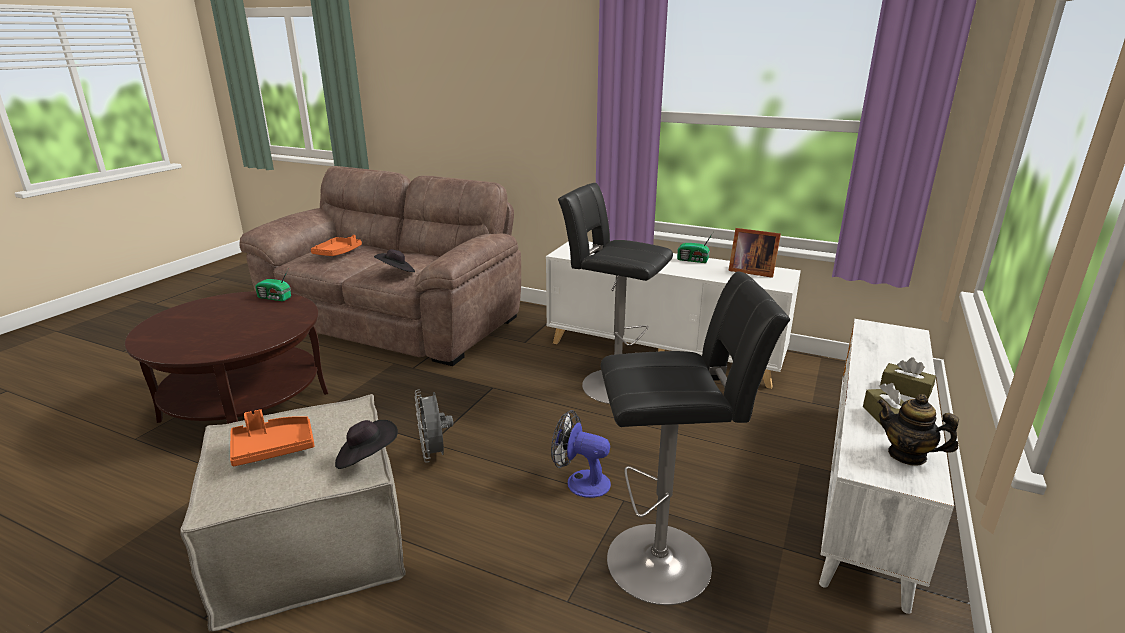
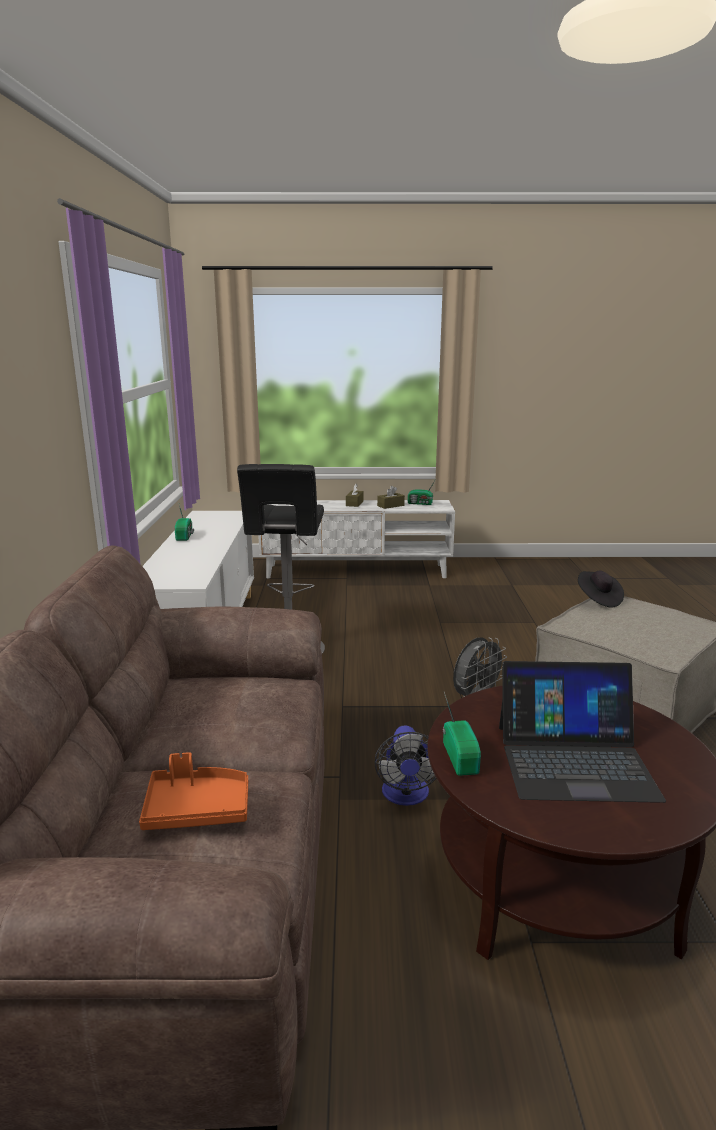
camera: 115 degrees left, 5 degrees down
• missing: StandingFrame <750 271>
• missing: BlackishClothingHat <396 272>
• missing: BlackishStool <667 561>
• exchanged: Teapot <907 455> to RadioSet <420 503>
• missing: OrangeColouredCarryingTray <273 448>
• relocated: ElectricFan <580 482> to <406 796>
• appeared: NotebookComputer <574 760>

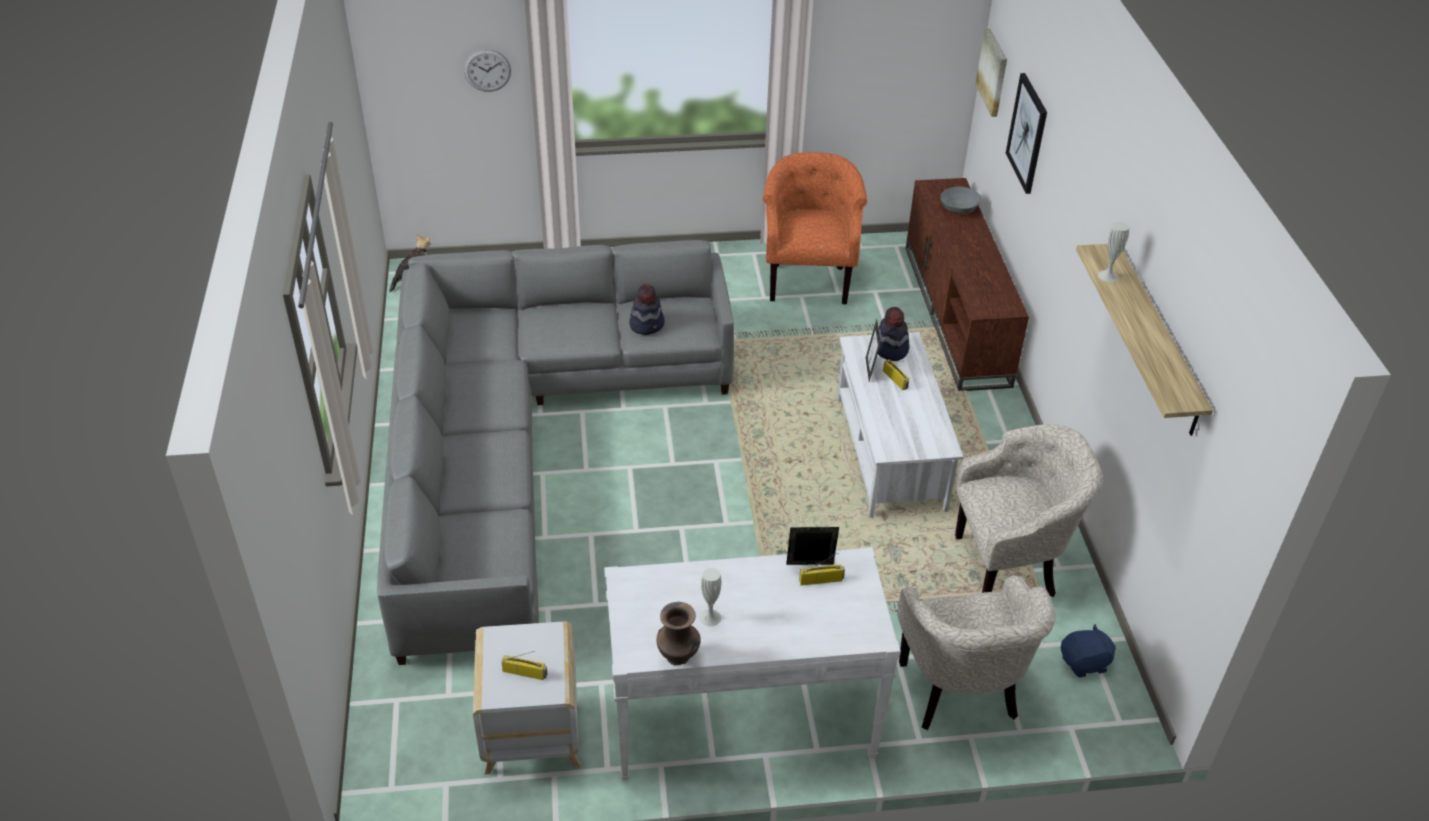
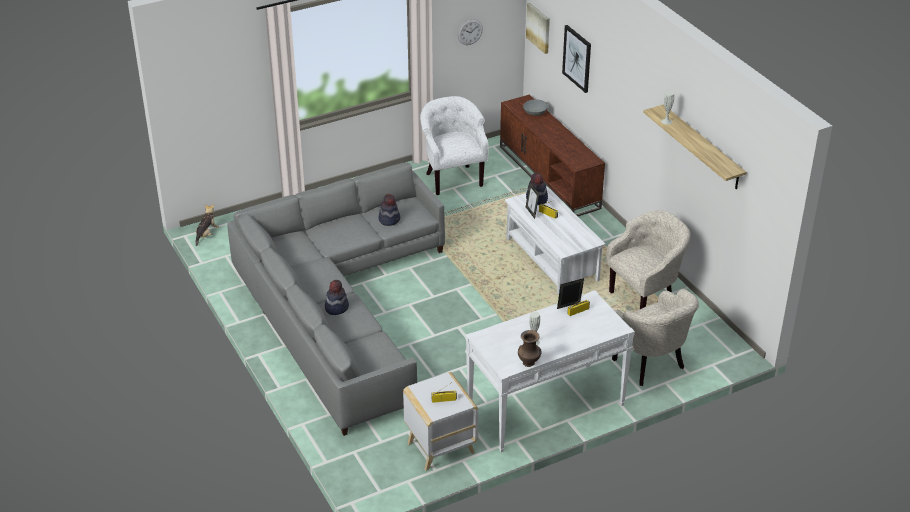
camera: 20 degrees left, 5 degrees down
• relocated: ClockOnTheWall <487 70> to <470 32>
• colour: OrangeColouredArmchair <808 280> to WhiteColouredArmchair <452 178>
• missing: BluePlushToy <1084 663>
• appeared: ClothingHat <336 307>

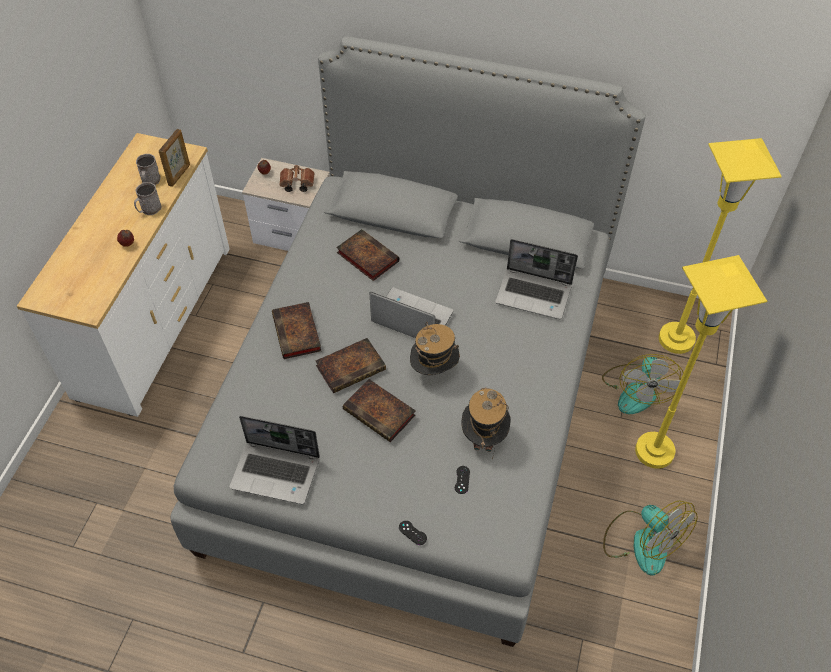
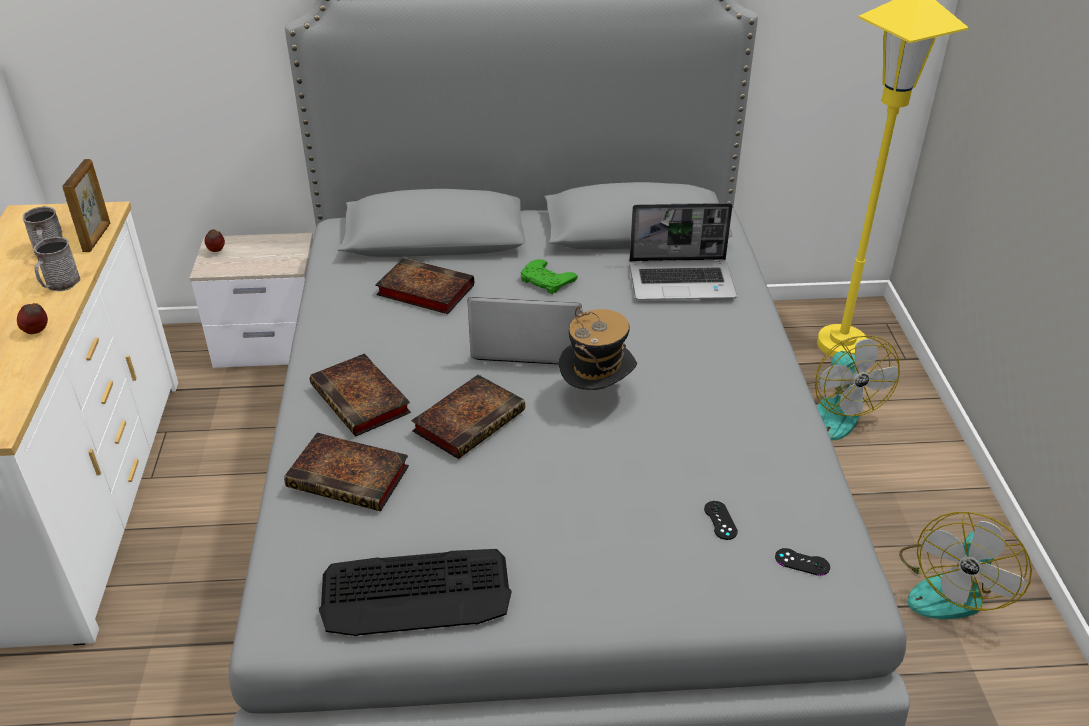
camera: 20 degrees left, 15 degrees down
• missing: BrownishBinoculars <296 184>
• missing: YellowColouredStandingLamp <654 451>
• relocated: Book <381 413> to <351 477>
• missing: ClothingHat <484 437>
• exchanged: NotebookComputer <277 472> to PcKeyboard <416 593>
• spun: ElectricFan <642 541> = <951 587> 90 degrees clockwise
• relocated: BlackishJoypad <412 533> to <802 562>
• appeared: GreenColouredJoypad <545 281>

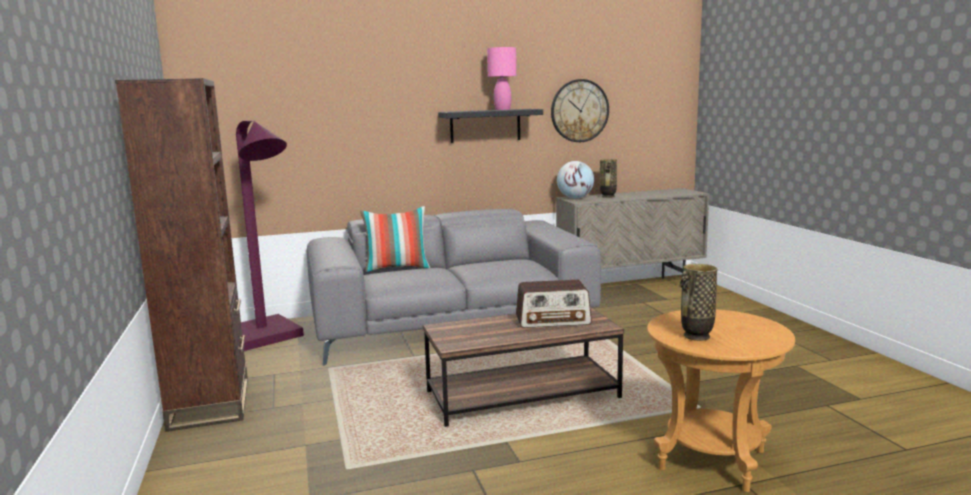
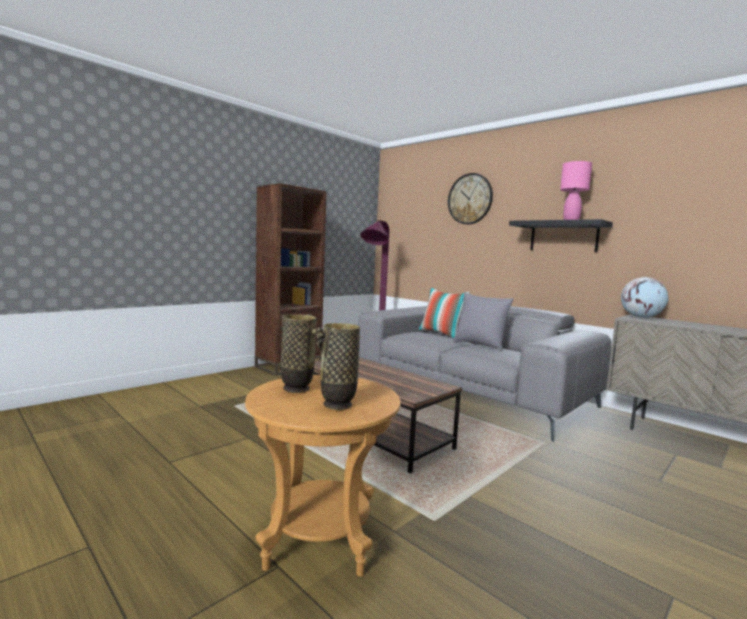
camera: 60 degrees right, 5 degrees down
• relocated: ClockOnTheWall <579 111> to <470 199>
• relocated: FlowerVase <608 197> to <337 405>
• missing: RadioSet <553 320>
• appeared: GreyishPillow <480 345>

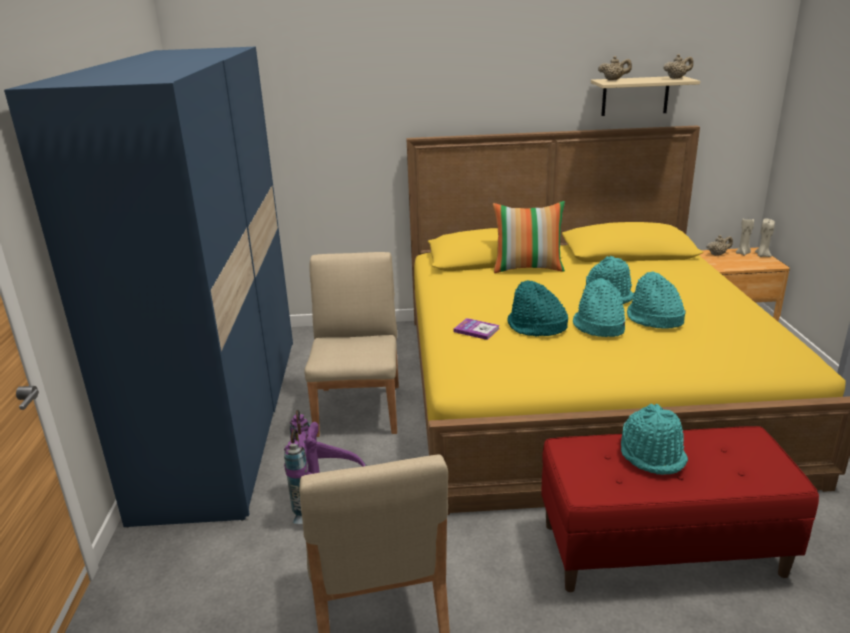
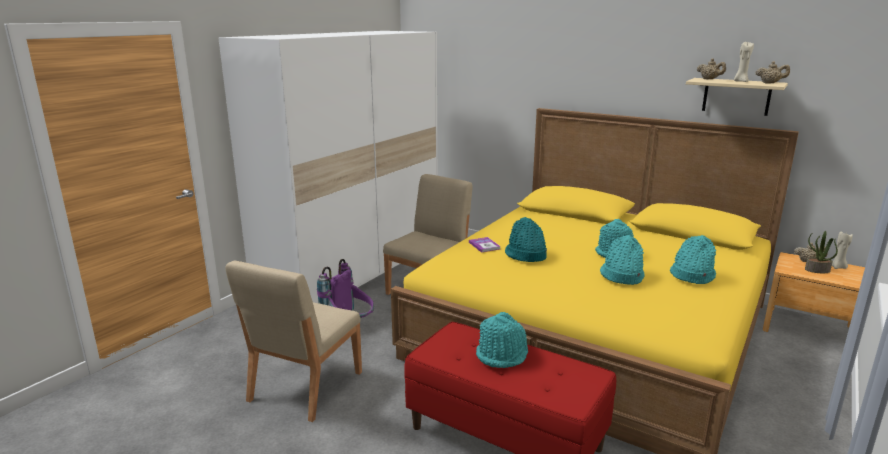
camera: 35 degrees right, 5 degrees down
• colour: BlueClothesCupboard <225 418> to WhiteColouredClothesCupboard <354 269>
• missing: Pillow <528 268>
• relocated: SandColouredWaxLight <762 255> to <740 81>
• relocated: TurquoiseClothingHat <598 326> to <691 275>
• appeared: PottedPlant <817 270>

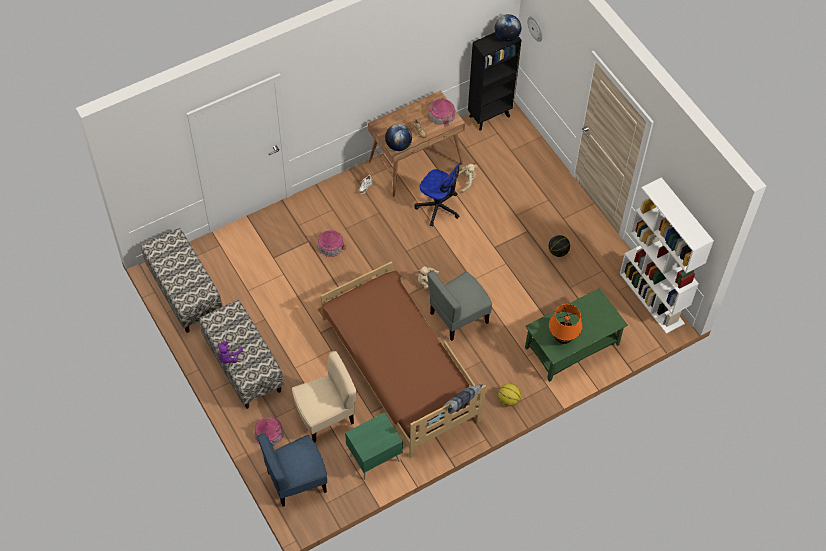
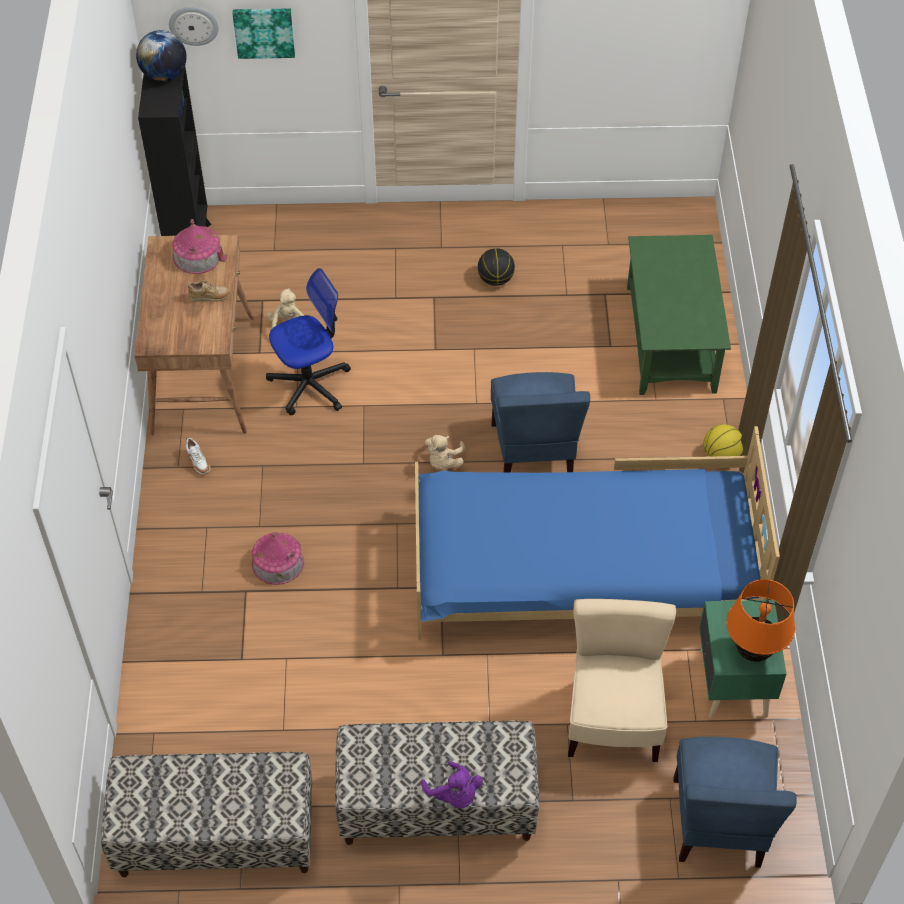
camera: 60 degrees left, 5 degrees down
• missing: Globe <398 145>
• missing: WhiteColouredBookcase <652 298>
• colour: BrownishBedroomBed <399 368> to BlueBedroomBed <581 573>
• colour: GreyishUprightChair <458 317> to BlueUprightChair <534 452>
• relocated: OrangeColouredLampForATable <562 338> to <753 652>
• missing: Pillow <459 408>
• missing: ToyHouse <269 433>
• appeared: WallPicture <264 31>

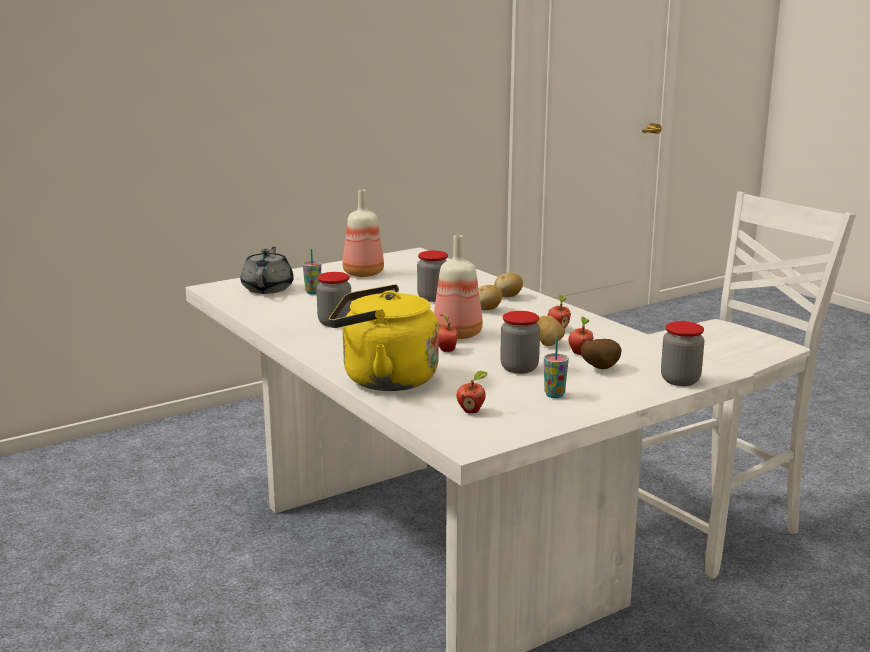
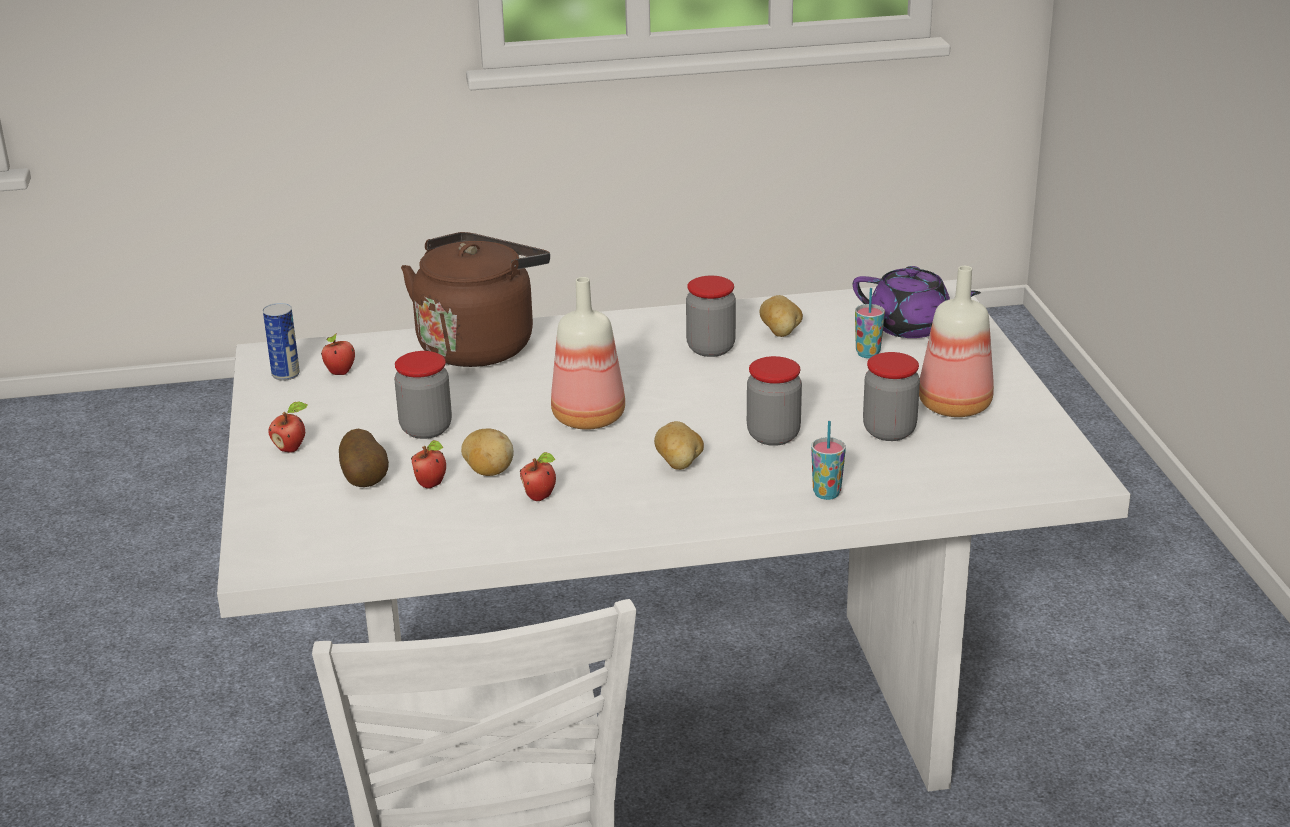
camera: 115 degrees right, 10 degrees up
• colour: GreyishTeapot <268 288> to PurplishTeapot <911 327>
• relocated: Potato <507 296> to <780 333>
• colour: YellowColouredTeaKettle <383 379> to BrownishTeaKettle <479 345>
• relocated: WholeApple <446 350> to <291 449>
• relocated: PreserveJar <680 380> to <889 431>
• relocated: SmallCup <554 395> to <826 494>
• appeared: Can <285 374>

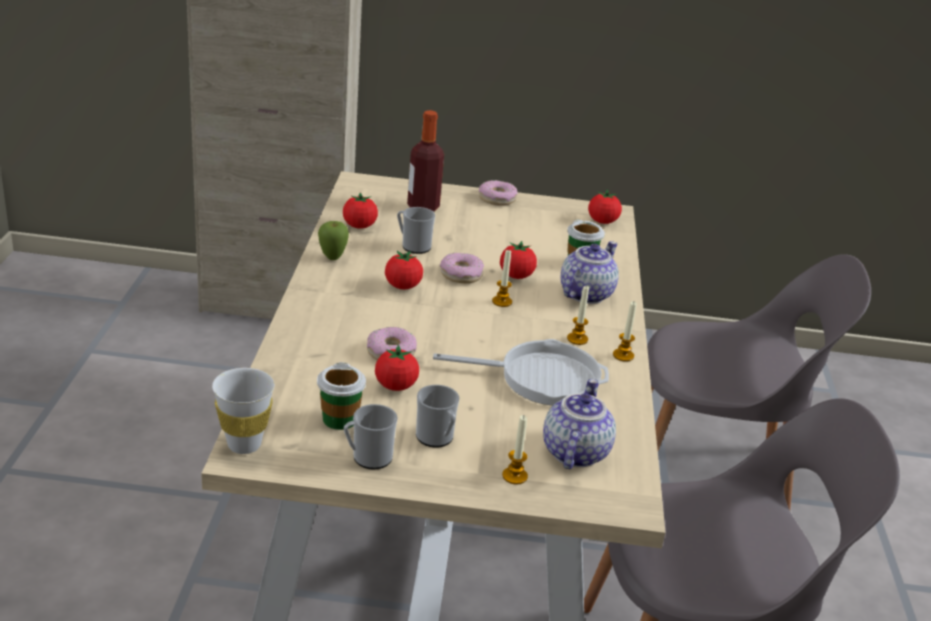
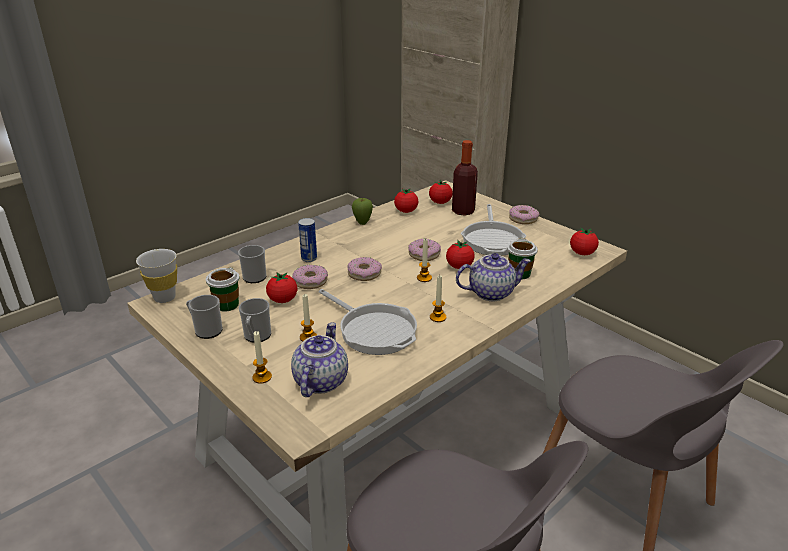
camera: 45 degrees right, 0 degrees up
• relocated: TeaMug <413 246> to <253 276>
• relocated: WholeTomato <402 286> to <440 202>
• relocated: WaxLight <623 355> to <308 337>
• spun: Teapot <573 452> = <319 381> 45 degrees counterclockwise
• appeared: Pan <492 240>
• appeared: Can <309 258>
• appeared: Donut <364 274>

